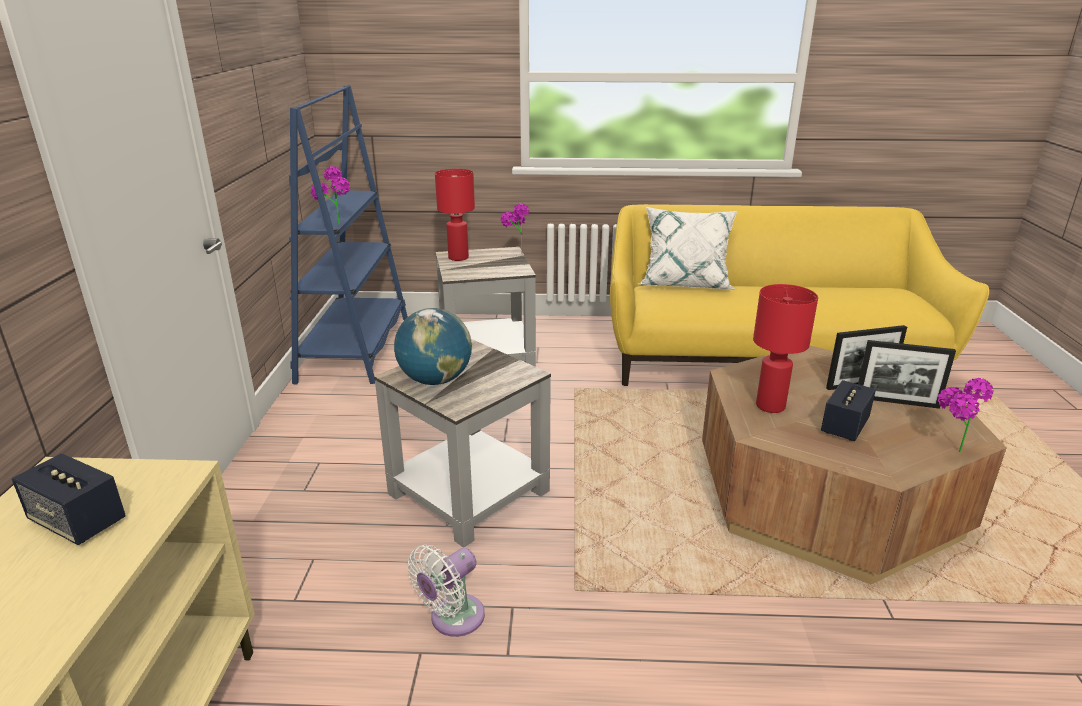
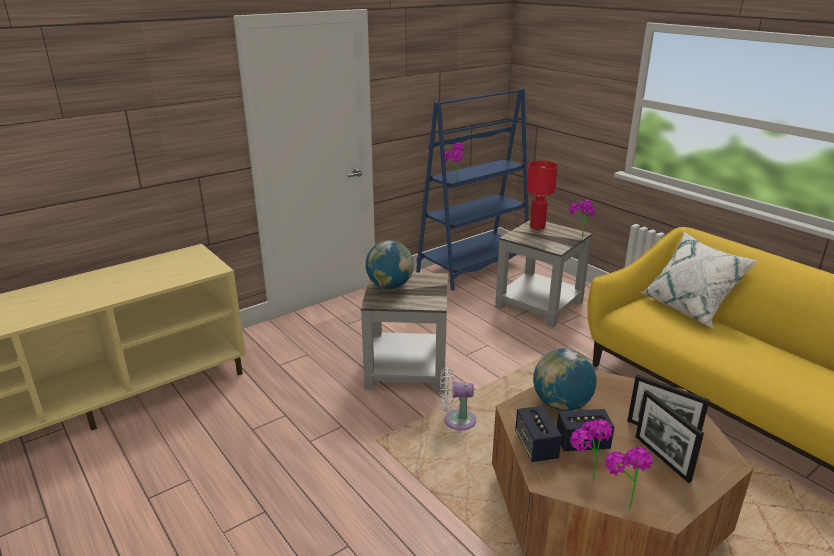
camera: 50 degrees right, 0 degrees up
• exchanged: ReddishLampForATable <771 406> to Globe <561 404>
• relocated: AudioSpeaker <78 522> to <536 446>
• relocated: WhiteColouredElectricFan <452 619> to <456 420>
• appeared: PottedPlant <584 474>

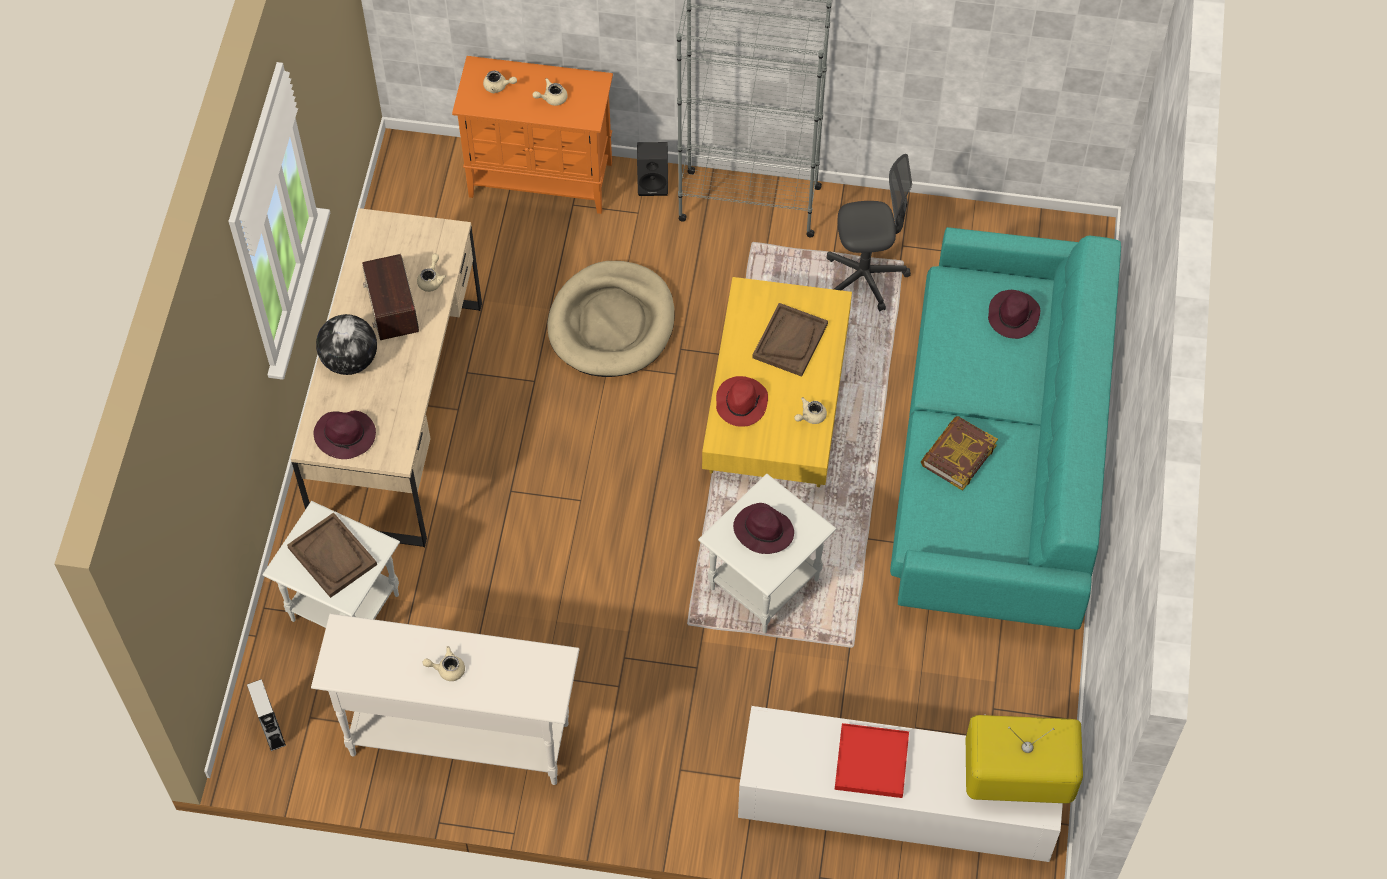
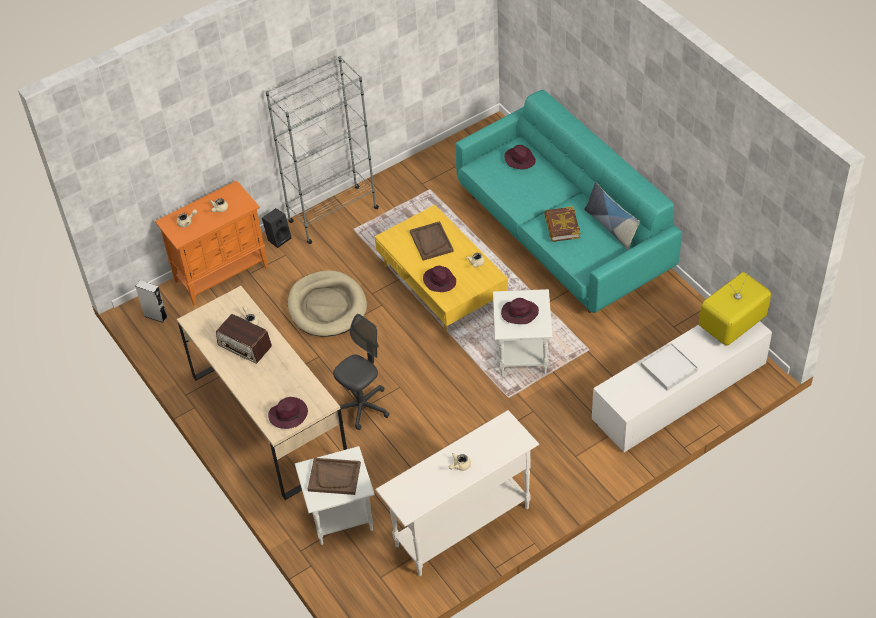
camera: 40 degrees left, 10 degrees down
• relocated: GreyishComputerChair <865 277> to <362 407>
• missing: Globe <350 360>
• colour: ReddishClothingHat <741 402> to PurplishClothingHat <439 281>
• relocated: GreyishAudioSpeaker <272 731> to <155 316>
• colour: ReddishCarryingTray <871 762> to WhiteColouredCarryingTray <668 368>
• appeared: Pillow <611 227>

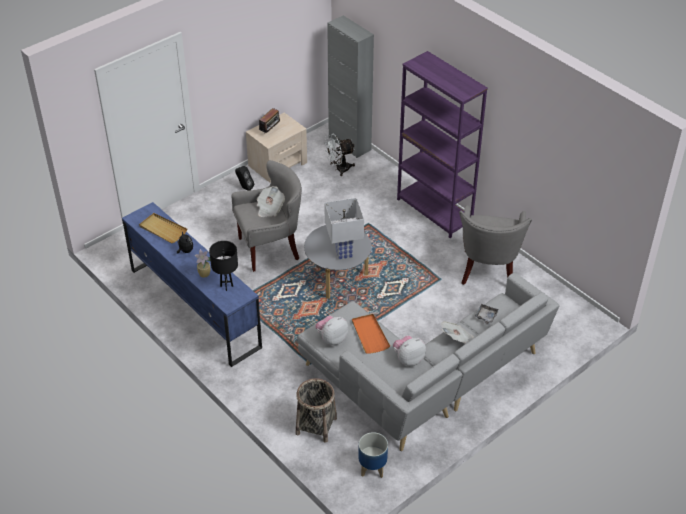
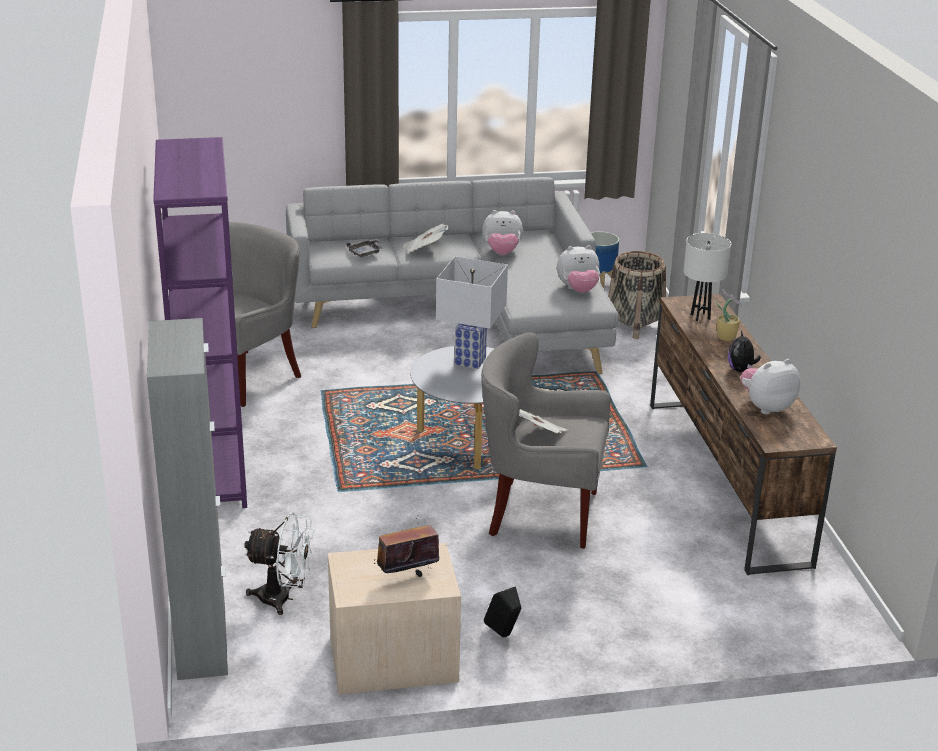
camera: 150 degrees left, 15 degrees down
• colour: BlueMediaConsole <194 307> to BrownishMediaConsole <725 480>
• exchanged: SandColouredCarryingTray <162 229> to PlushToy <766 407>
• colour: BlackishLampForATable <226 286> to WhiteColouredLampForATable <700 317>
• missing: OrangeColouredCarryingTray <369 335>

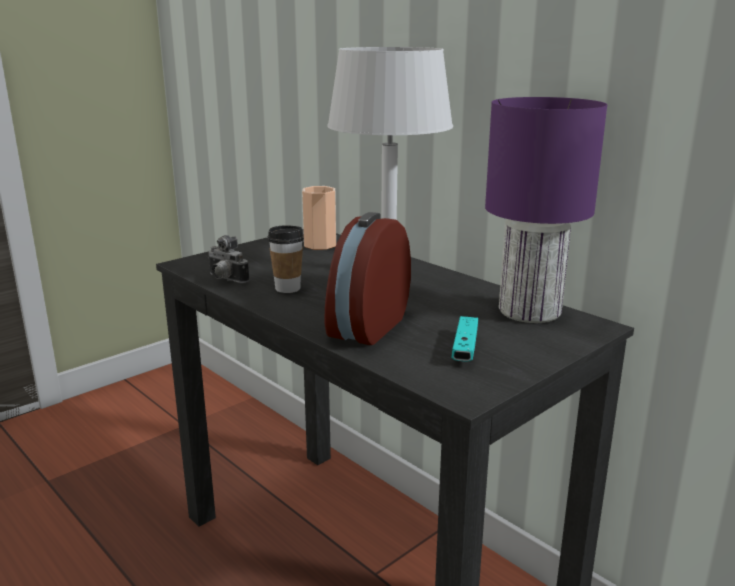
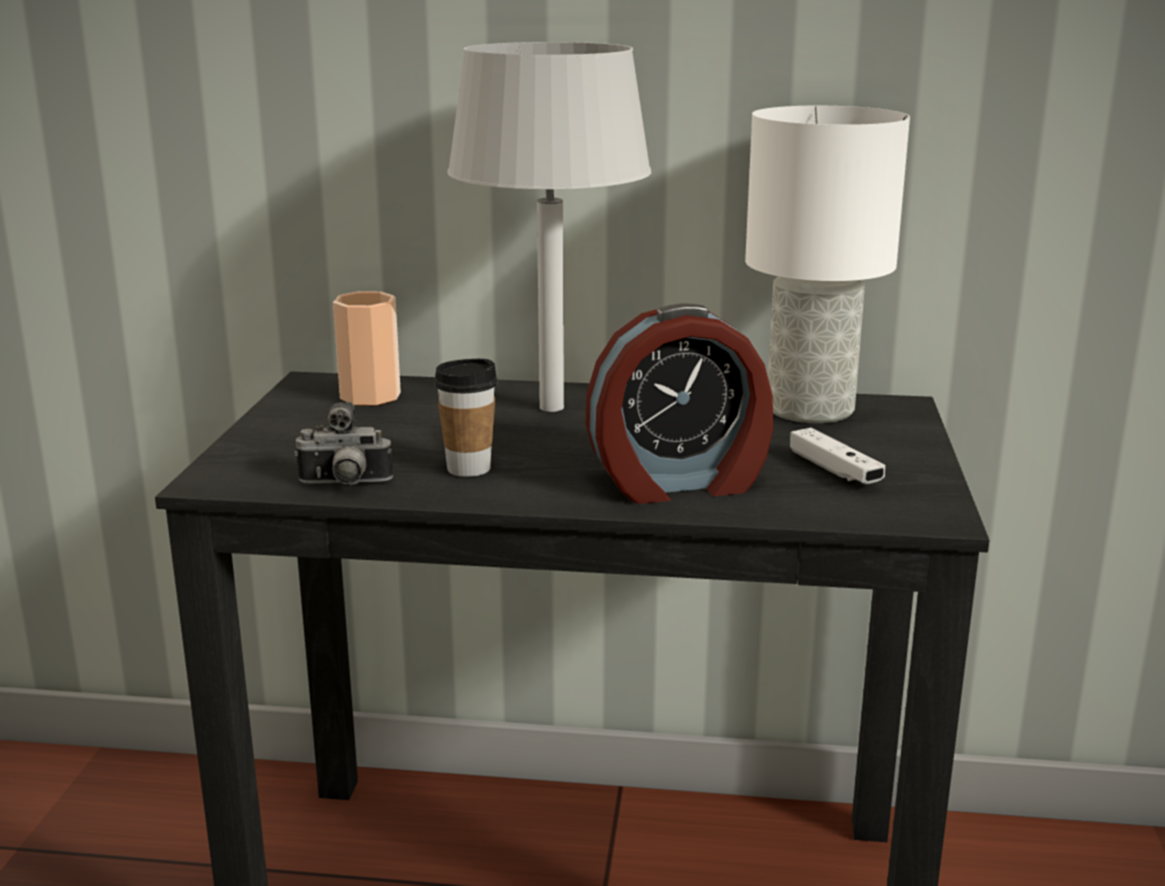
camera: 40 degrees left, 0 degrees up
• colour: PurplishLampForATable <530 312> to WhiteColouredLampForATable <812 409>
• spun: BedsideClock <365 326> = <679 483> 90 degrees counterclockwise
• colour: TurquoiseJoypad <465 348> to WhiteColouredJoypad <834 470>

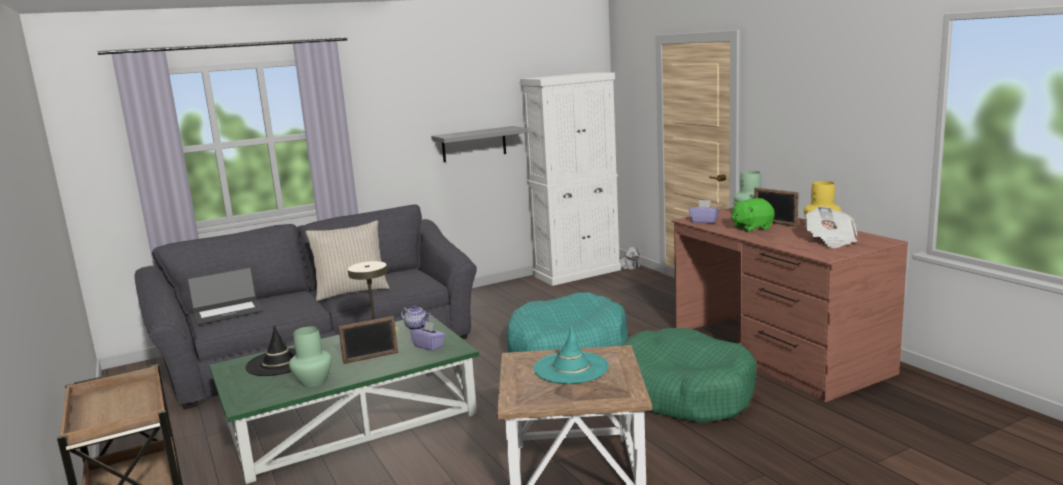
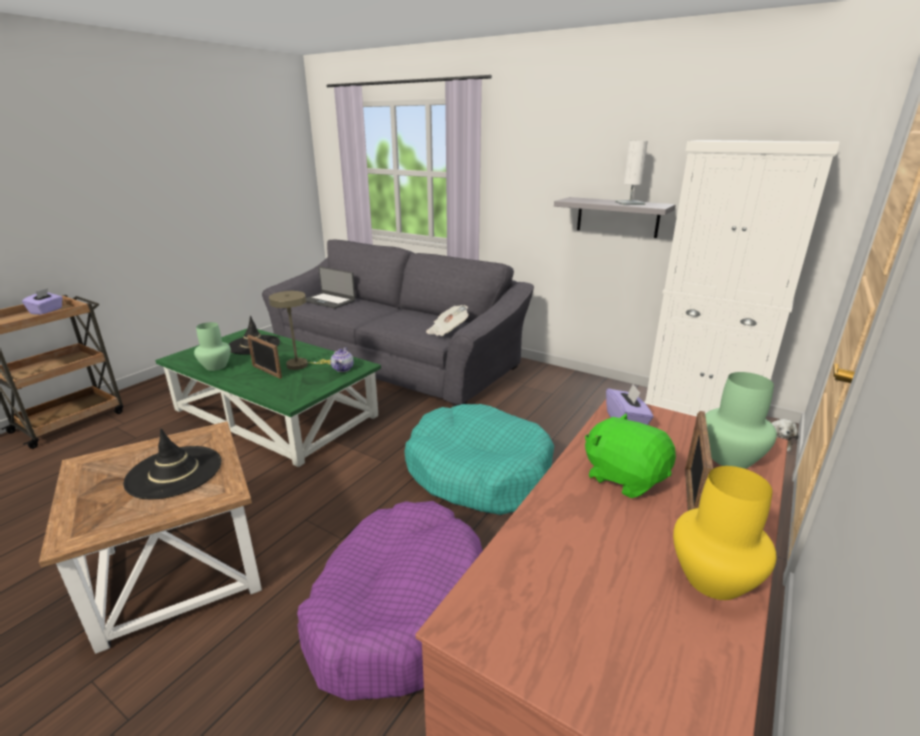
camera: 60 degrees right, 10 degrees up
• relocated: PrintedPaper <830 241> to <447 331>
• missing: SandColouredPillow <351 291>
• relocated: PurplishBoxOfTissues <429 346> to <47 311>
• colour: TurquoiseClothingHat <571 368> to BlackishClothingHat <174 472>
• colour: GreenColouredPetBed <682 392> to PurplishPetBed <398 608>
• appeared: WhiteColouredLampForATable <630 203>

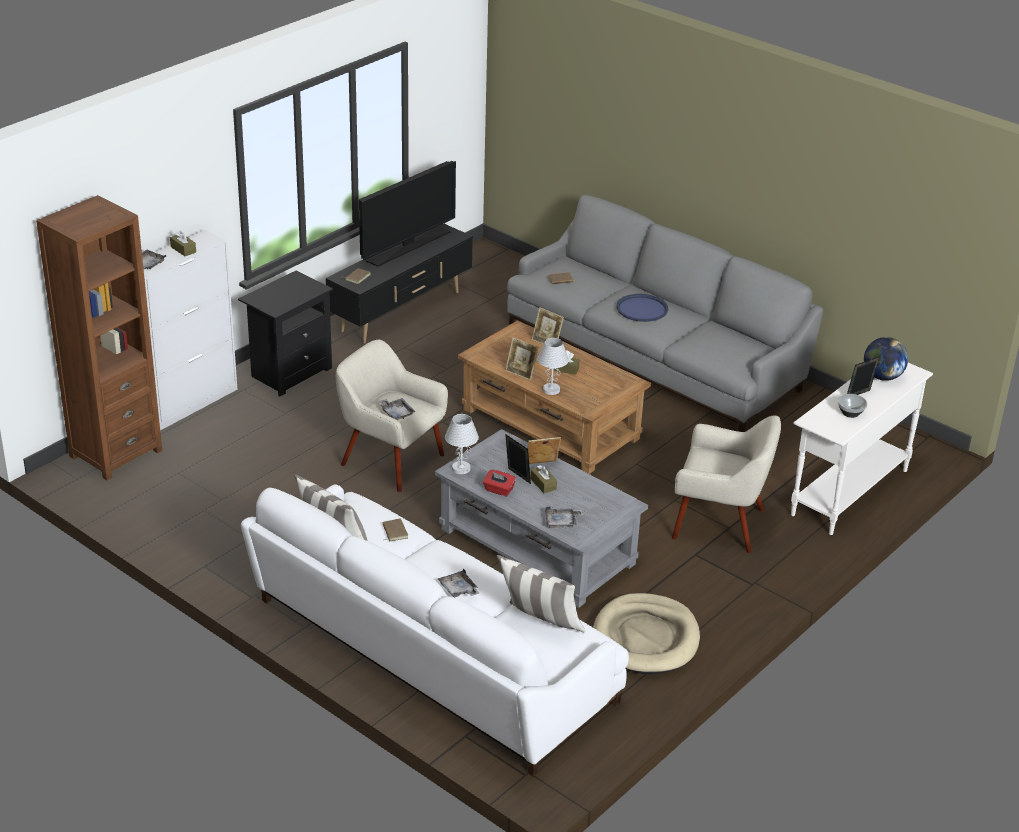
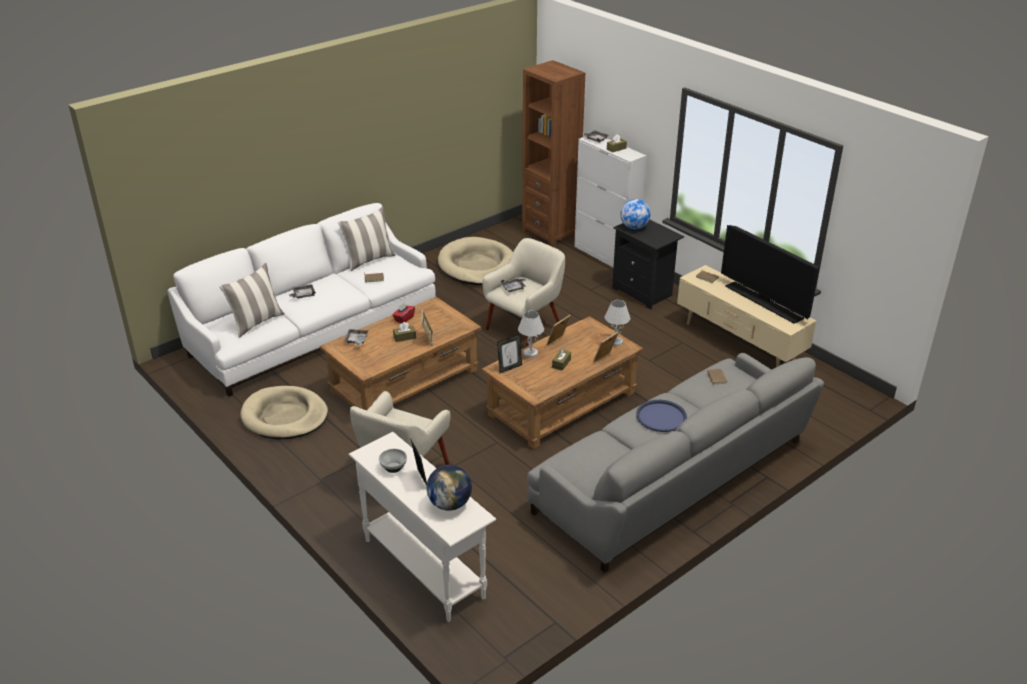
camera: 100 degrees right, 0 degrees up
• colour: BlackishMediaConsole <402 312> to SandColouredMediaConsole <739 344>
• relocated: WhiteColouredLampForATable <461 468> to <616 342>
• colour: GreyishLowTable <536 546> to BrownishLowTable <405 380>
• relocated: StandingFrame <517 477> to <509 368>
• appeared: Globe <634 227>
• appeared: SandColouredPetBed <478 266>

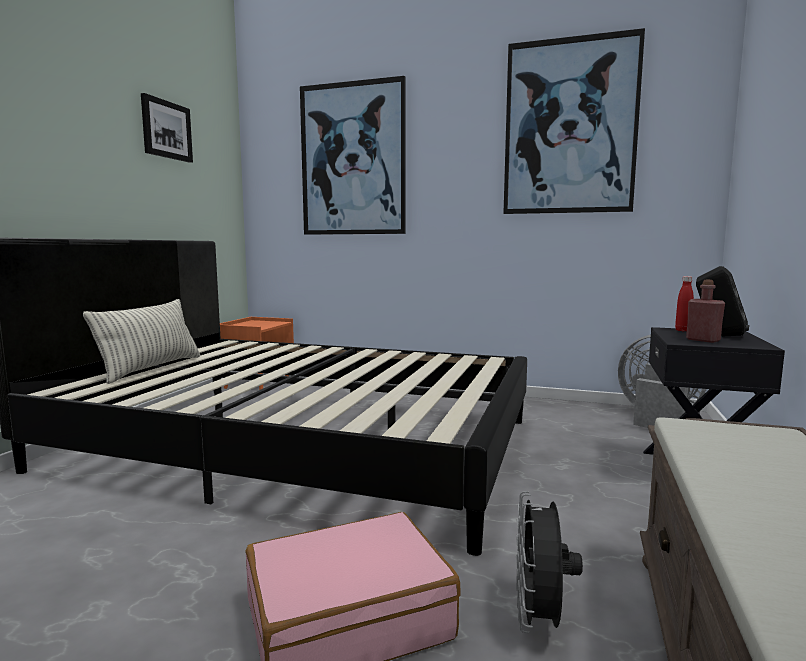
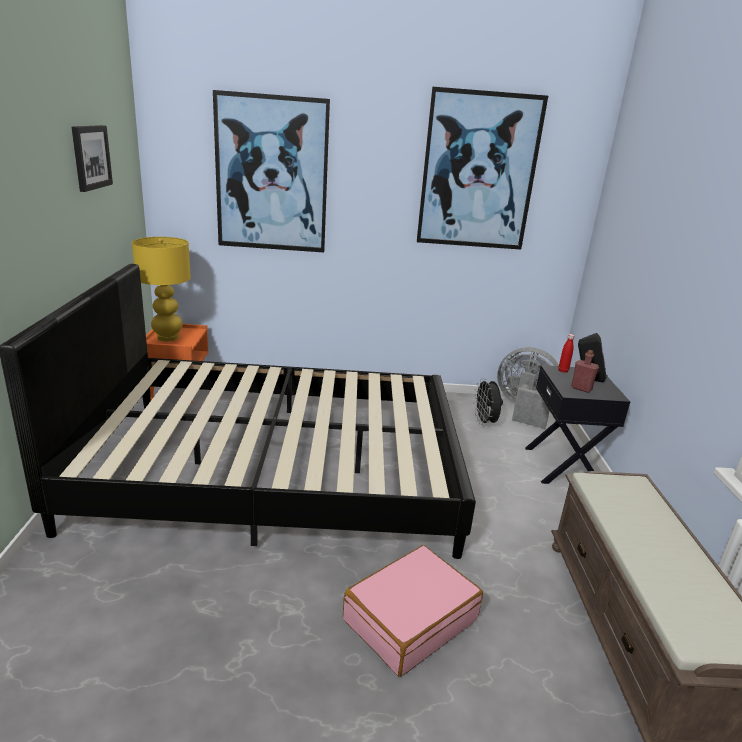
camera: 20 degrees left, 15 degrees up
• missing: Pillow <151 368>
• relocated: BlackishElectricFan <539 620> to <485 422>
• appeared: YellowColouredLampForATable <168 337>

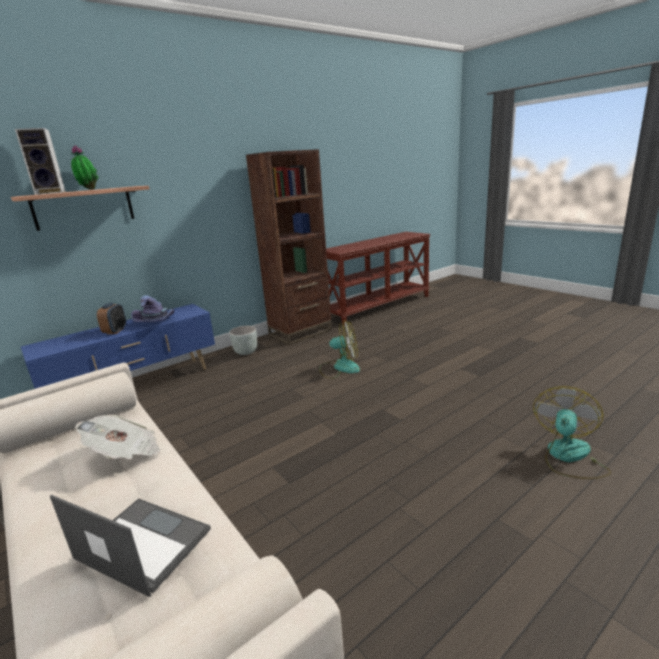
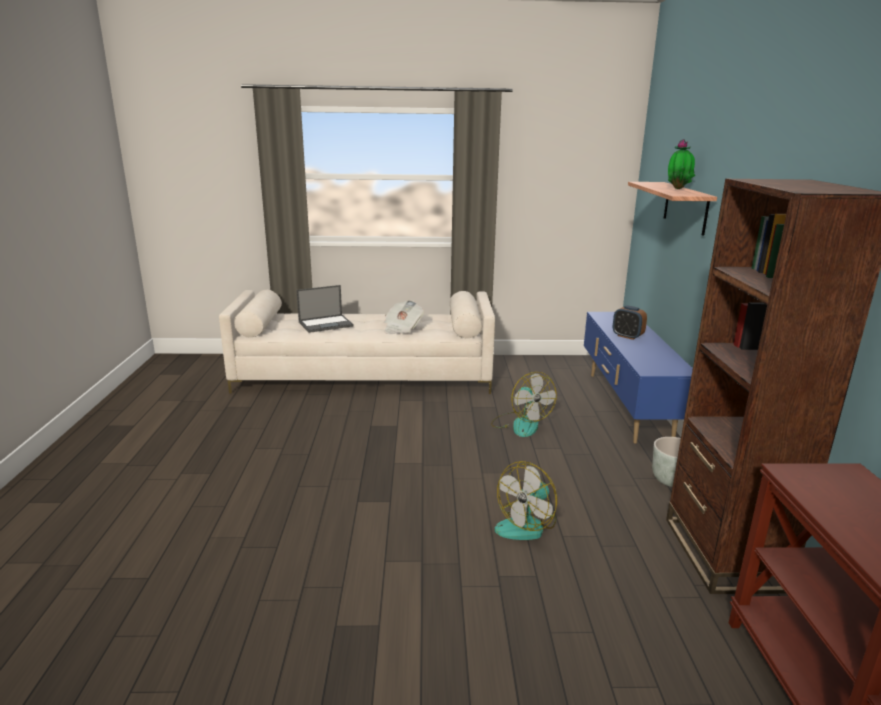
camera: 125 degrees right, 0 degrees up
• missing: AudioSpeaker <52 193>
• missing: PurplishClothingHat <156 322>
• relocated: ElectricFan <568 457> to <520 424>

